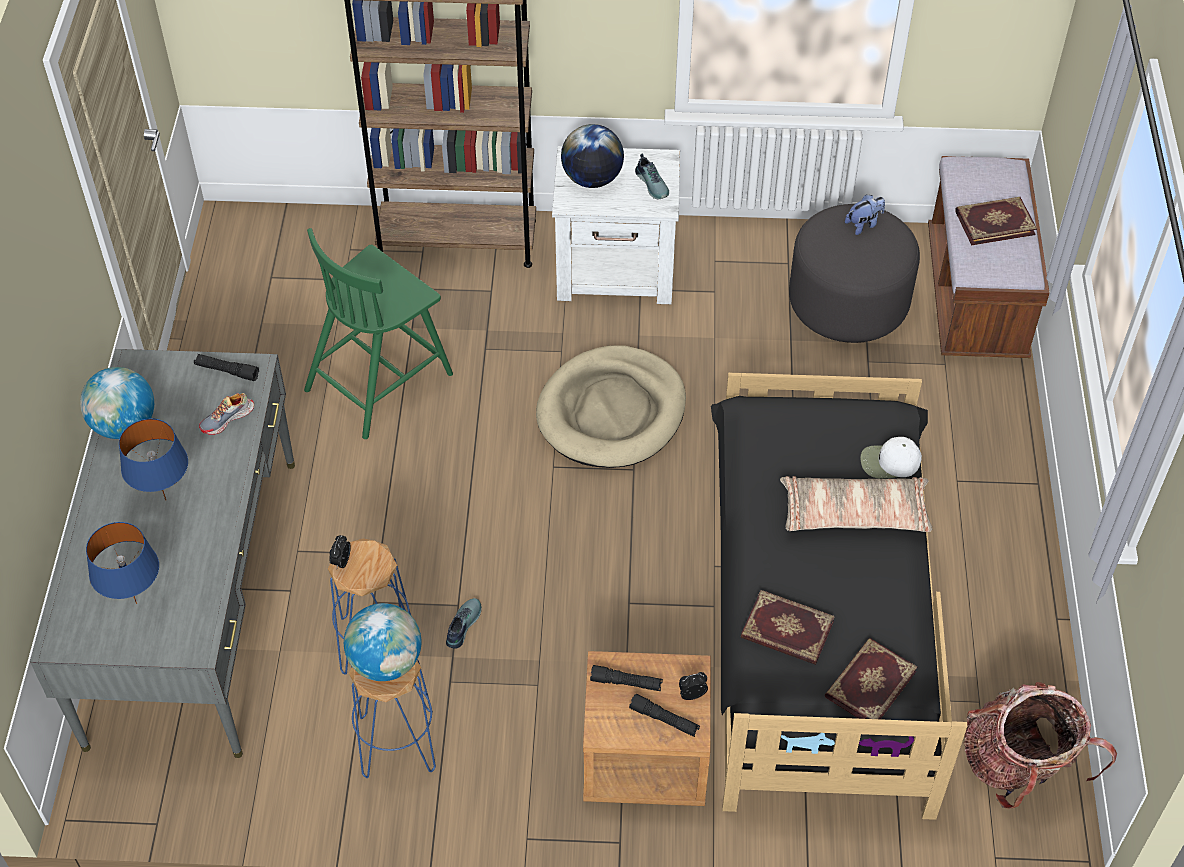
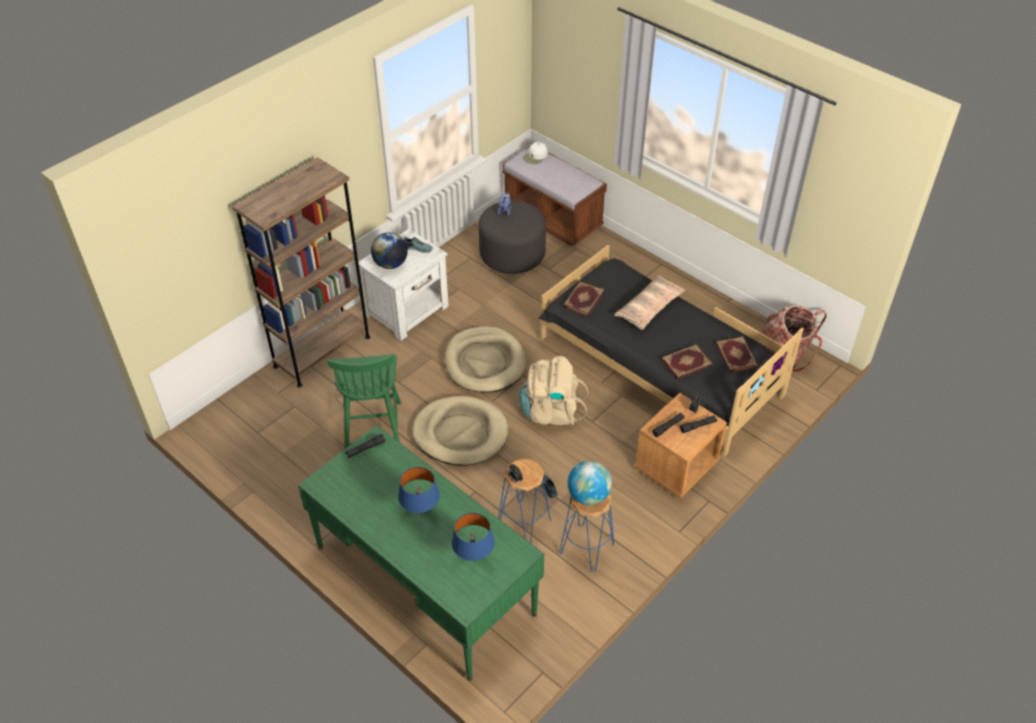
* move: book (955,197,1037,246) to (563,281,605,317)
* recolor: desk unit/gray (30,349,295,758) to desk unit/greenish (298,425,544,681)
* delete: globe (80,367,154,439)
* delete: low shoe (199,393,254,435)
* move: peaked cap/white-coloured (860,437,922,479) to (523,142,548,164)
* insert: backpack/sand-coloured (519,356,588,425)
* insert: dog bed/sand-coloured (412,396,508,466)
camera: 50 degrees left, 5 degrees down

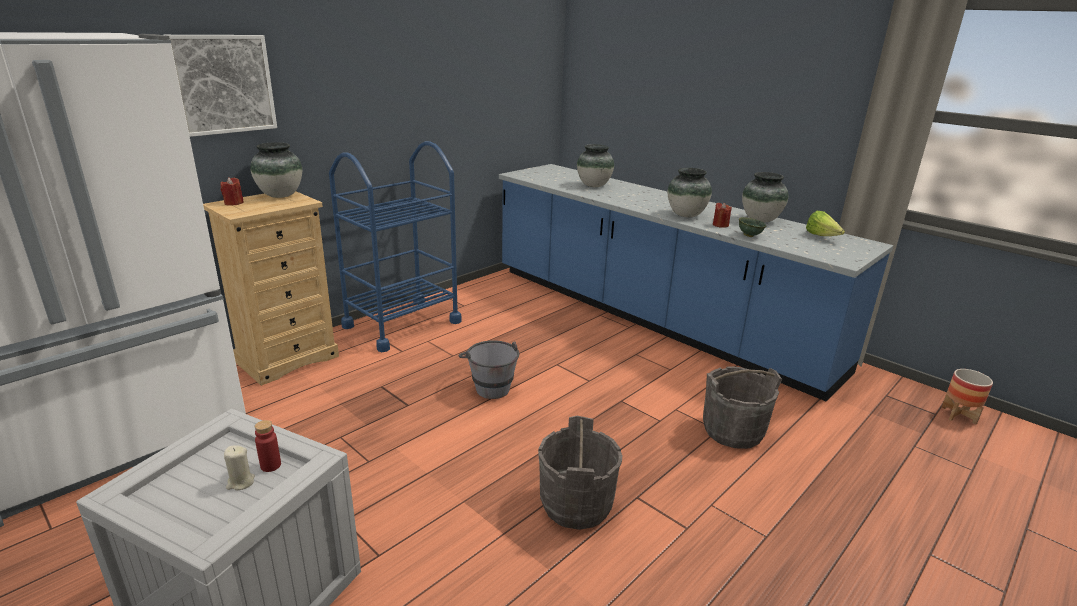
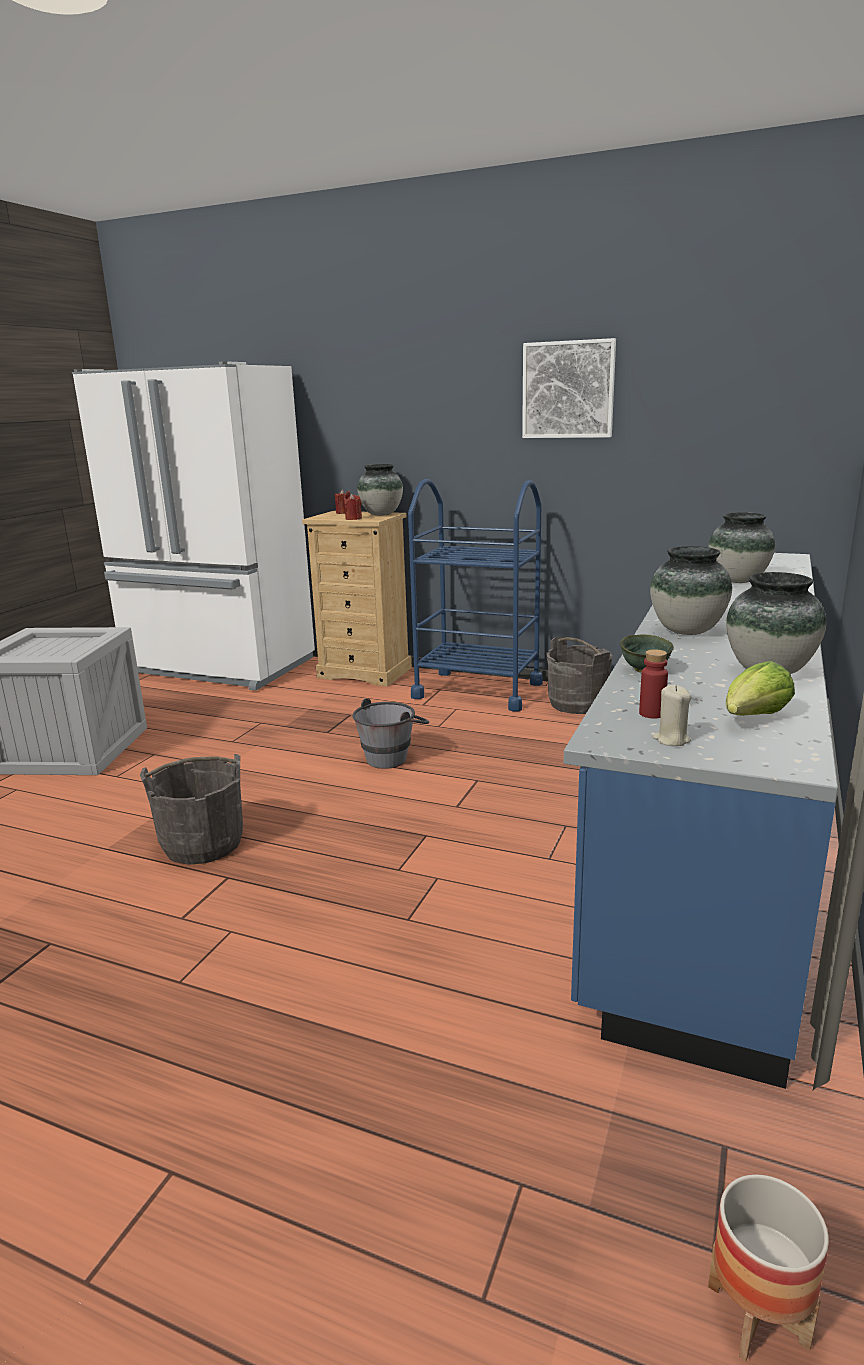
* move: wall art (165,35,277,137) to (522,338,616,438)
* move: wax light/red (713,203,732,228) to (344,494,362,520)
* move: bucket/gray (703,367,782,449) to (546,637,612,714)
* move: beverage bottle/red (255,420,281,472) to (639,649,668,719)
* move: wax light/sand-coloured (224,445,255,490) to (652,685,691,746)
camera: 70 degrees right, 5 degrees down

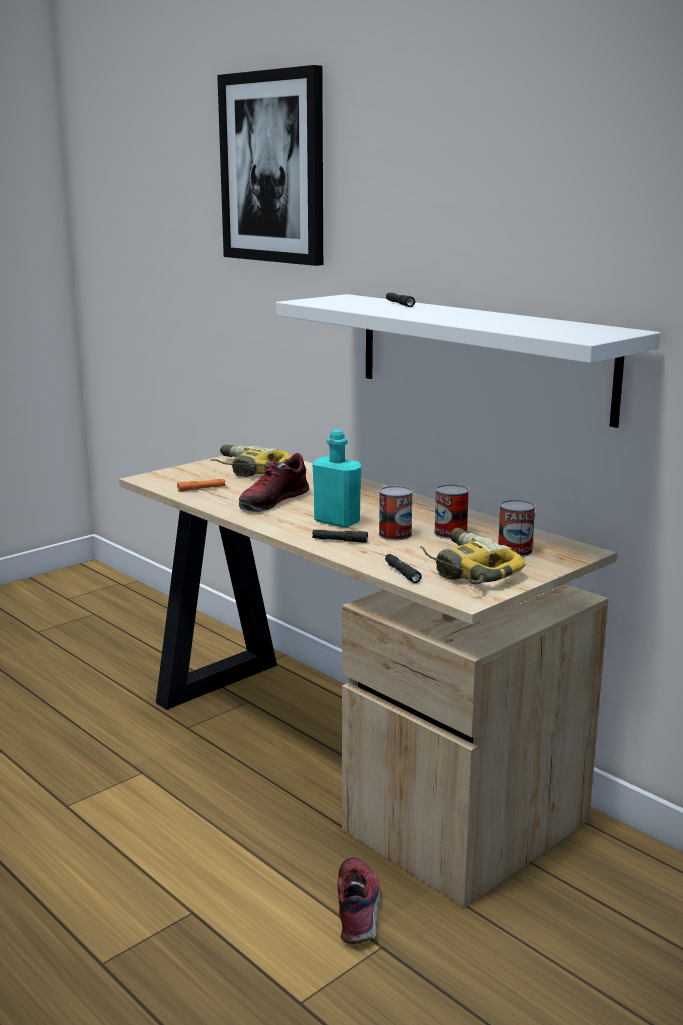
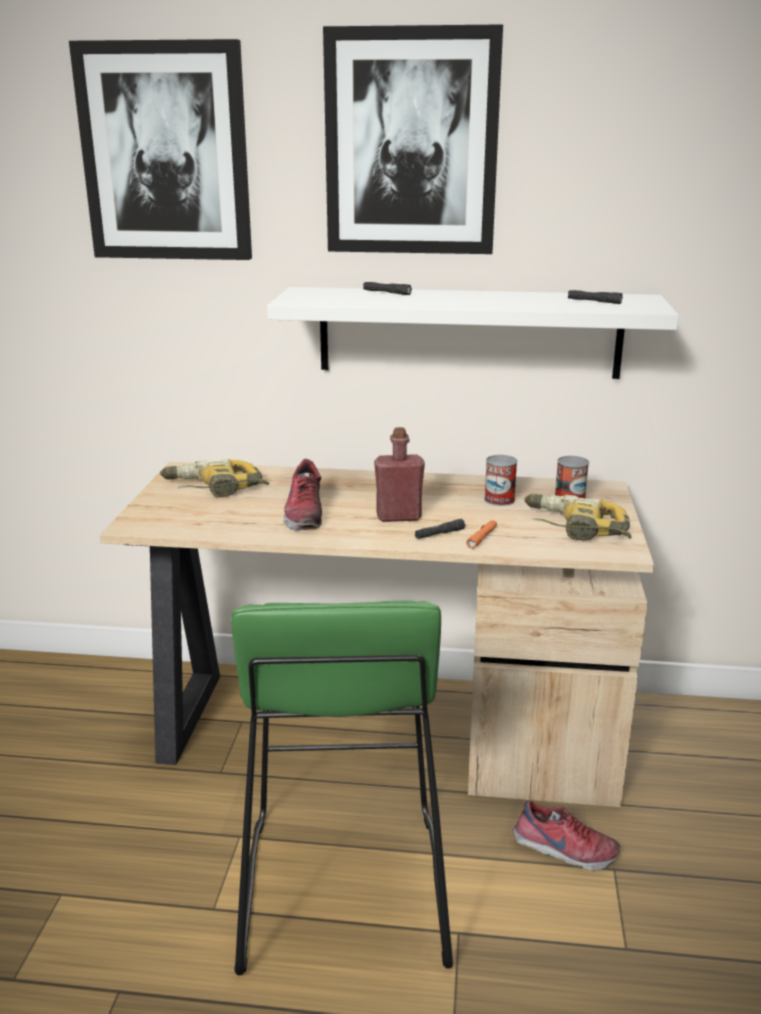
* recolor: beverage bottle/blue-green (313,429,362,528) to beverage bottle/red (374,427,425,522)
* move: hand torch/orange (177,479,225,492) to (466,520,497,549)
* delete: metal can (379,486,413,540)
* move: hand torch/black (385,554,422,583) to (568,290,623,304)
* rotate: low shoe (337,858,381,944) = (513,800,620,871) 150 degrees clockwise
* insert: wall art (323,24,503,254)
* insert: sitting stool/greenish (231,600,453,975)
camera: 40 degrees left, 5 degrees up

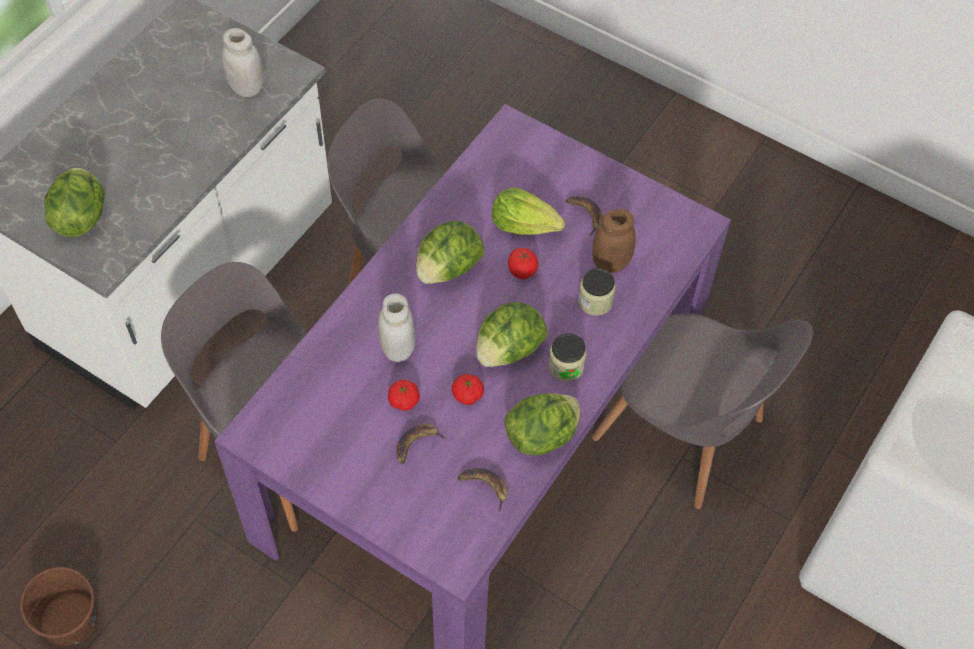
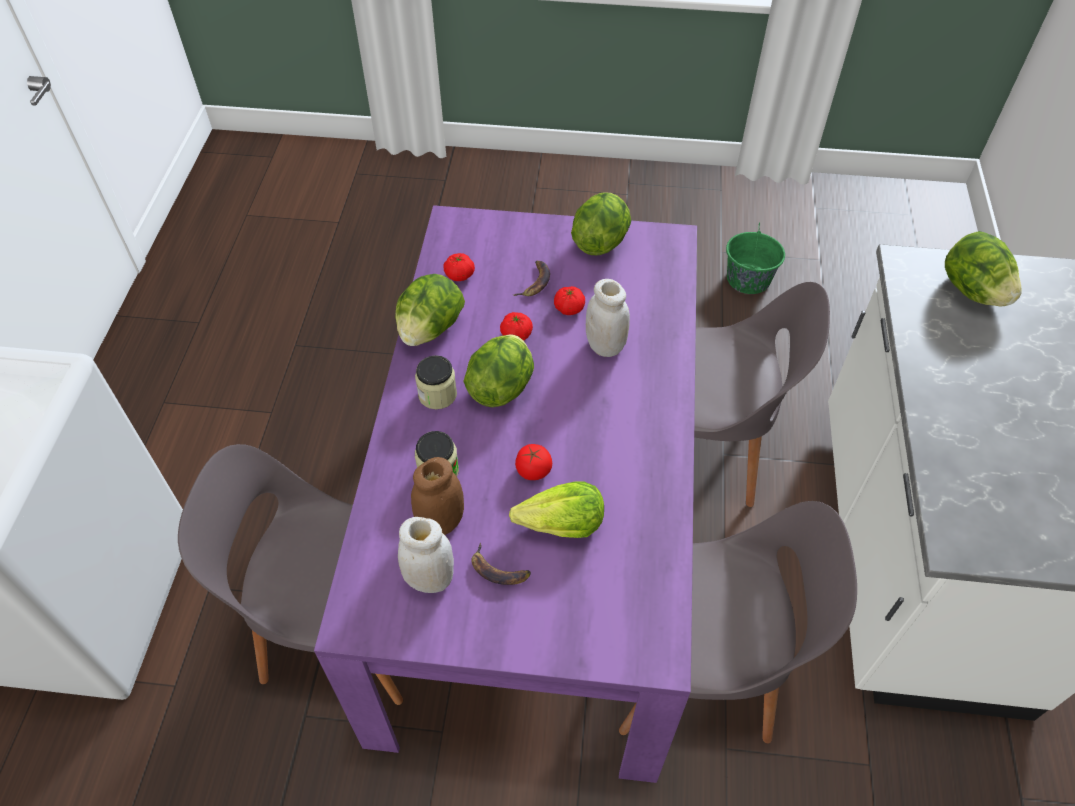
* move: storage jar/white-coloured (222,28,264,97) to (398,517,454,593)
* move: lettuce (416,221,484,284) to (571,193,631,255)
* replace: banana fruit (458,468,508,512) to tomato (443,253,475,281)
* recolor: bucket/brown (20,567,98,646) to bucket/greenish (726,222,785,294)
camera: 155 degrees right, 5 degrees down

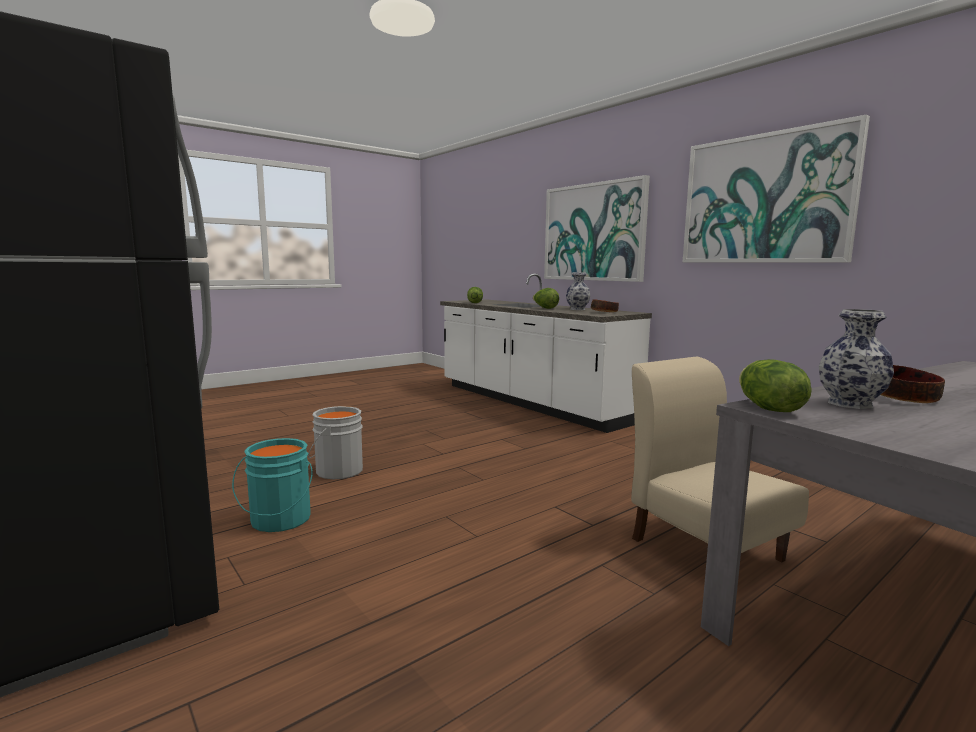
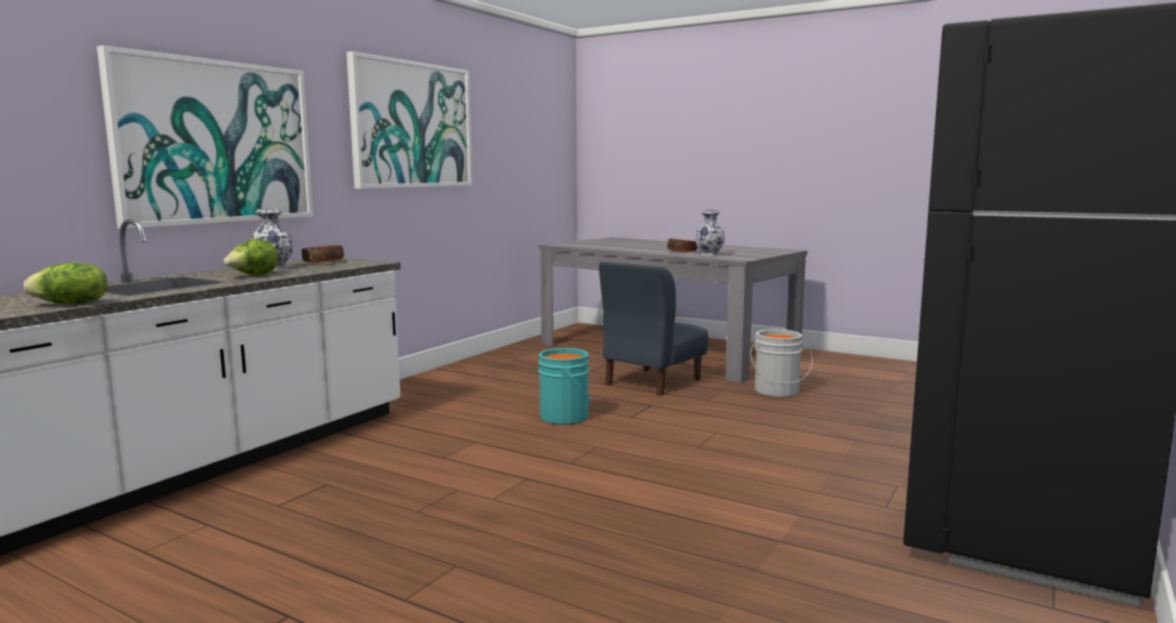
* recolor: plain chair/sand-coloured (631,356,809,562) to plain chair/bluish (599,261,708,396)
* delete: lettuce (739,359,812,412)
* move: bucket/gray (308,406,363,479) to (750,329,813,397)
* move: bucket/blue-green (232,438,313,532) to (538,348,592,425)
camera: 110 degrees left, 0 degrees up

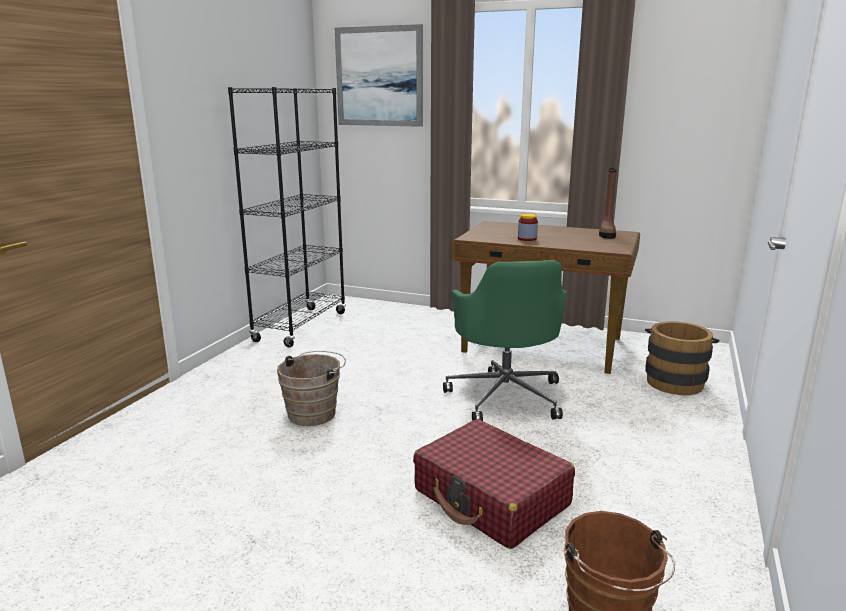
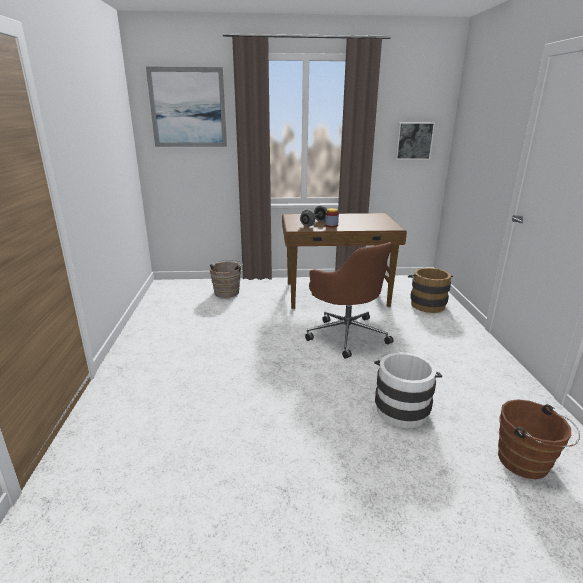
* delete: bookshelf/black (228,87,346,348)
* delete: boot/brown (599,168,617,239)
* recolor: computer chair/greenish (443,260,567,421) to computer chair/brown (305,242,393,359)
* move: bucket/brown (277,351,346,426) to (210,260,243,298)
* replace: suitcase/red (413,419,575,549) to bucket/white-coloured (374,352,442,428)
* insert: wall art (395,122,435,160)
* insert: dumbbell/gray (300,206,327,227)
camera: 25 degrees left, 5 degrees up

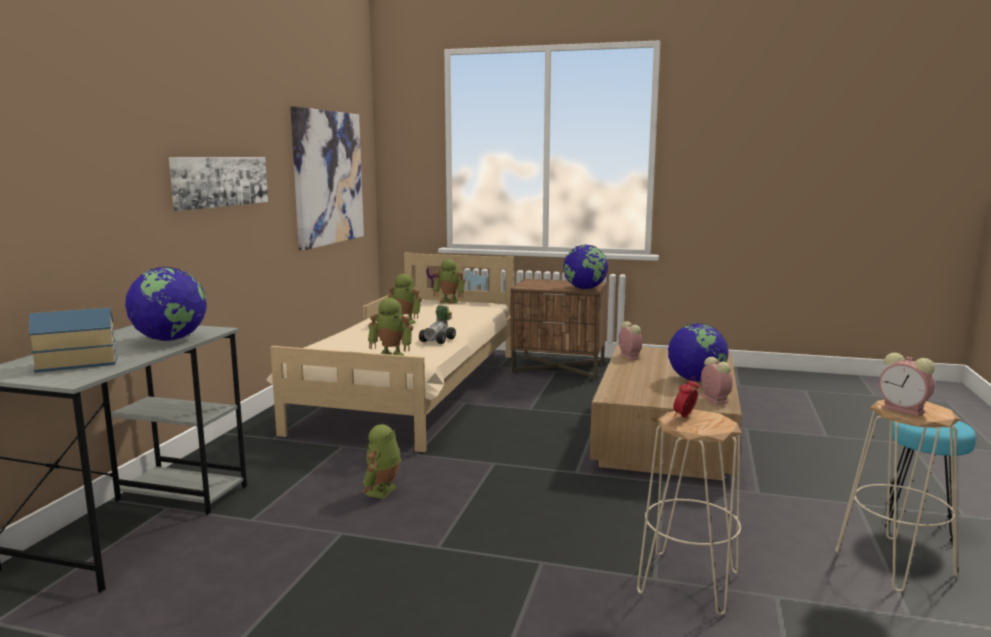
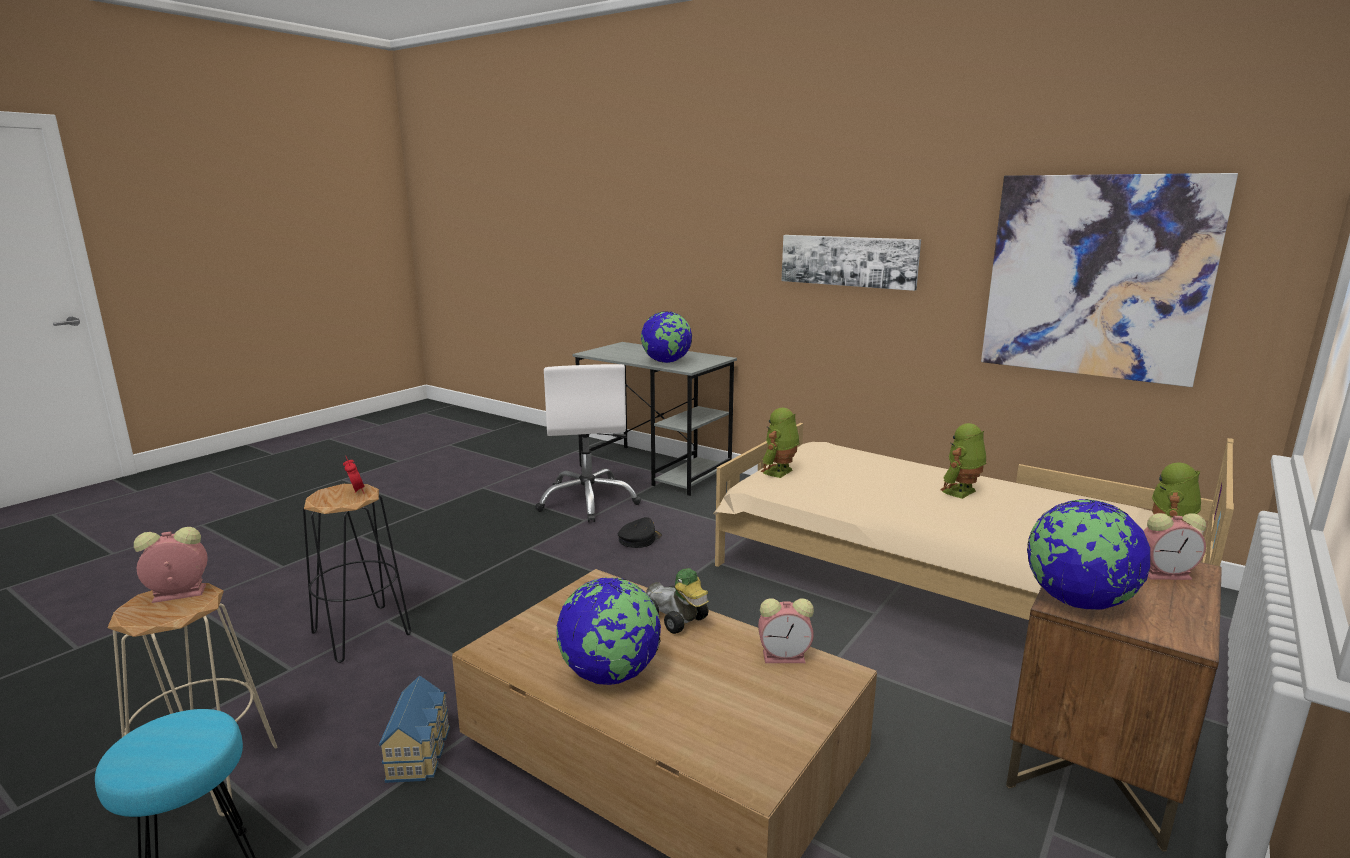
* move: model car (419,305,456,344) to (646,568,709,634)
* move: toy house (29,308,117,373) to (379,675,450,783)
* move: bedside clock (701,357,733,405) to (1144,513,1207,580)
* recolor: sitting stool/sand-coloured (637,409,742,615) to sitting stool/black (303,484,411,663)
* replace: toy robot (363,424,401,499) to peaked cap/black (618,517,662,548)
* insert: computer chair/white-coloured (535,364,641,522)
camera: 110 degrees right, 5 degrees up

